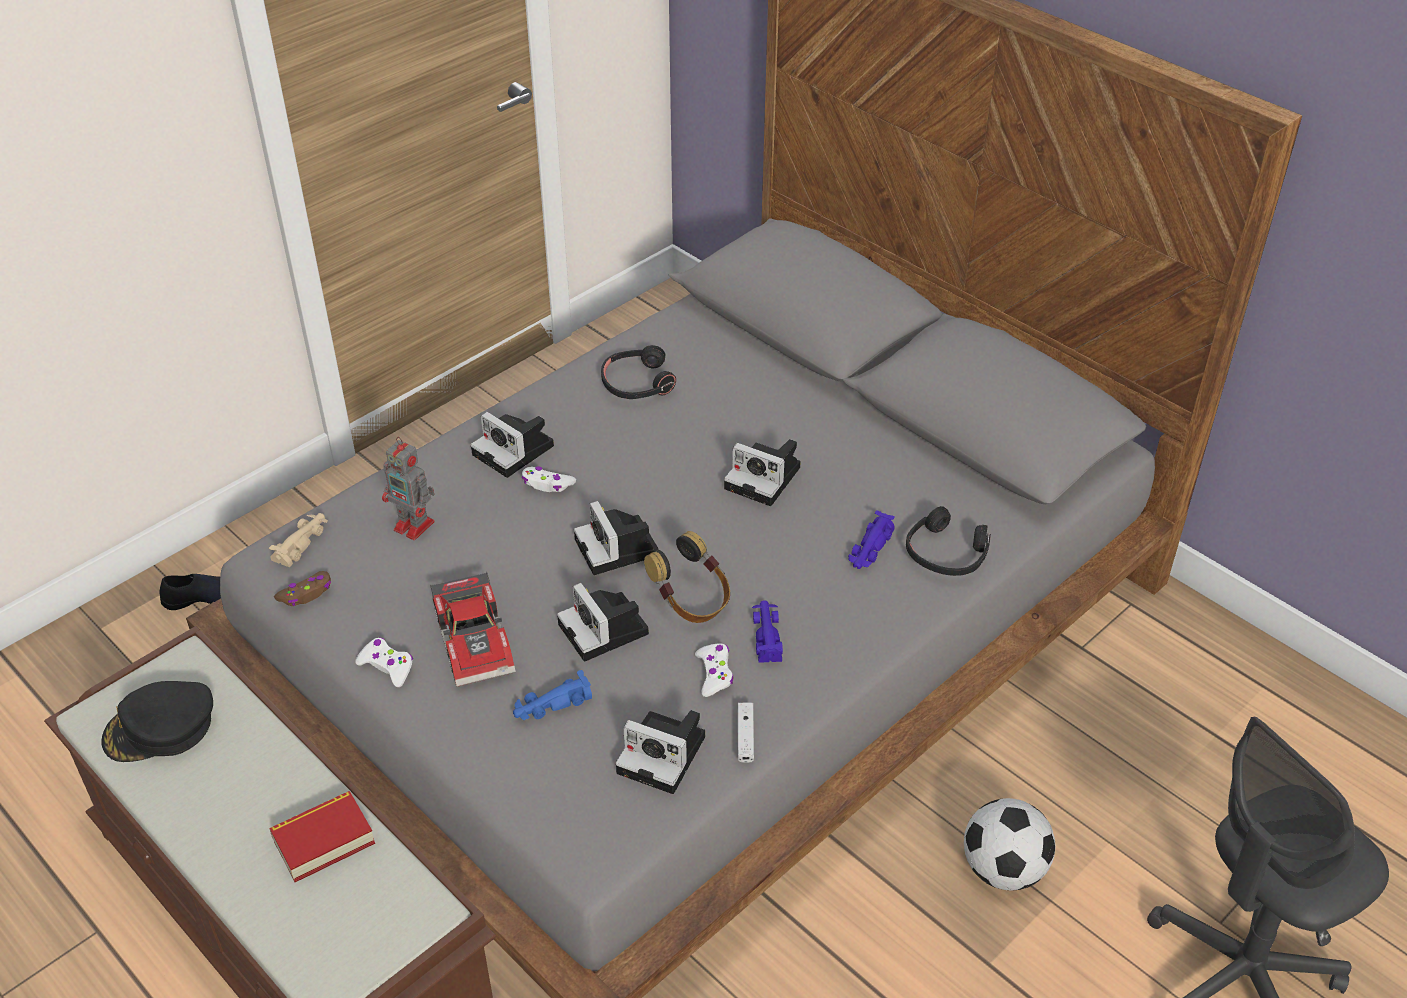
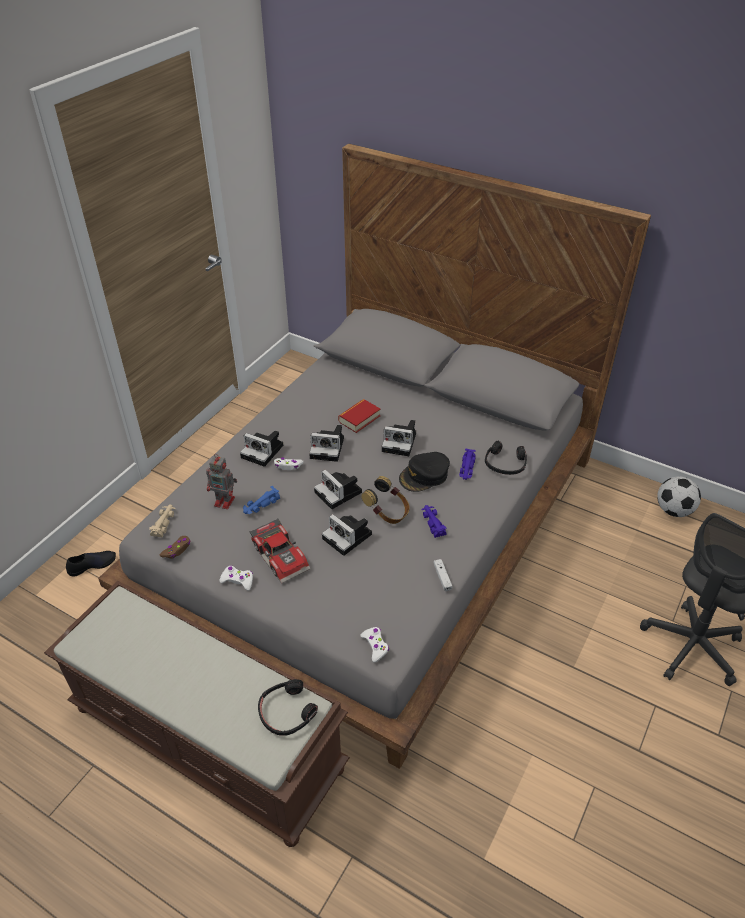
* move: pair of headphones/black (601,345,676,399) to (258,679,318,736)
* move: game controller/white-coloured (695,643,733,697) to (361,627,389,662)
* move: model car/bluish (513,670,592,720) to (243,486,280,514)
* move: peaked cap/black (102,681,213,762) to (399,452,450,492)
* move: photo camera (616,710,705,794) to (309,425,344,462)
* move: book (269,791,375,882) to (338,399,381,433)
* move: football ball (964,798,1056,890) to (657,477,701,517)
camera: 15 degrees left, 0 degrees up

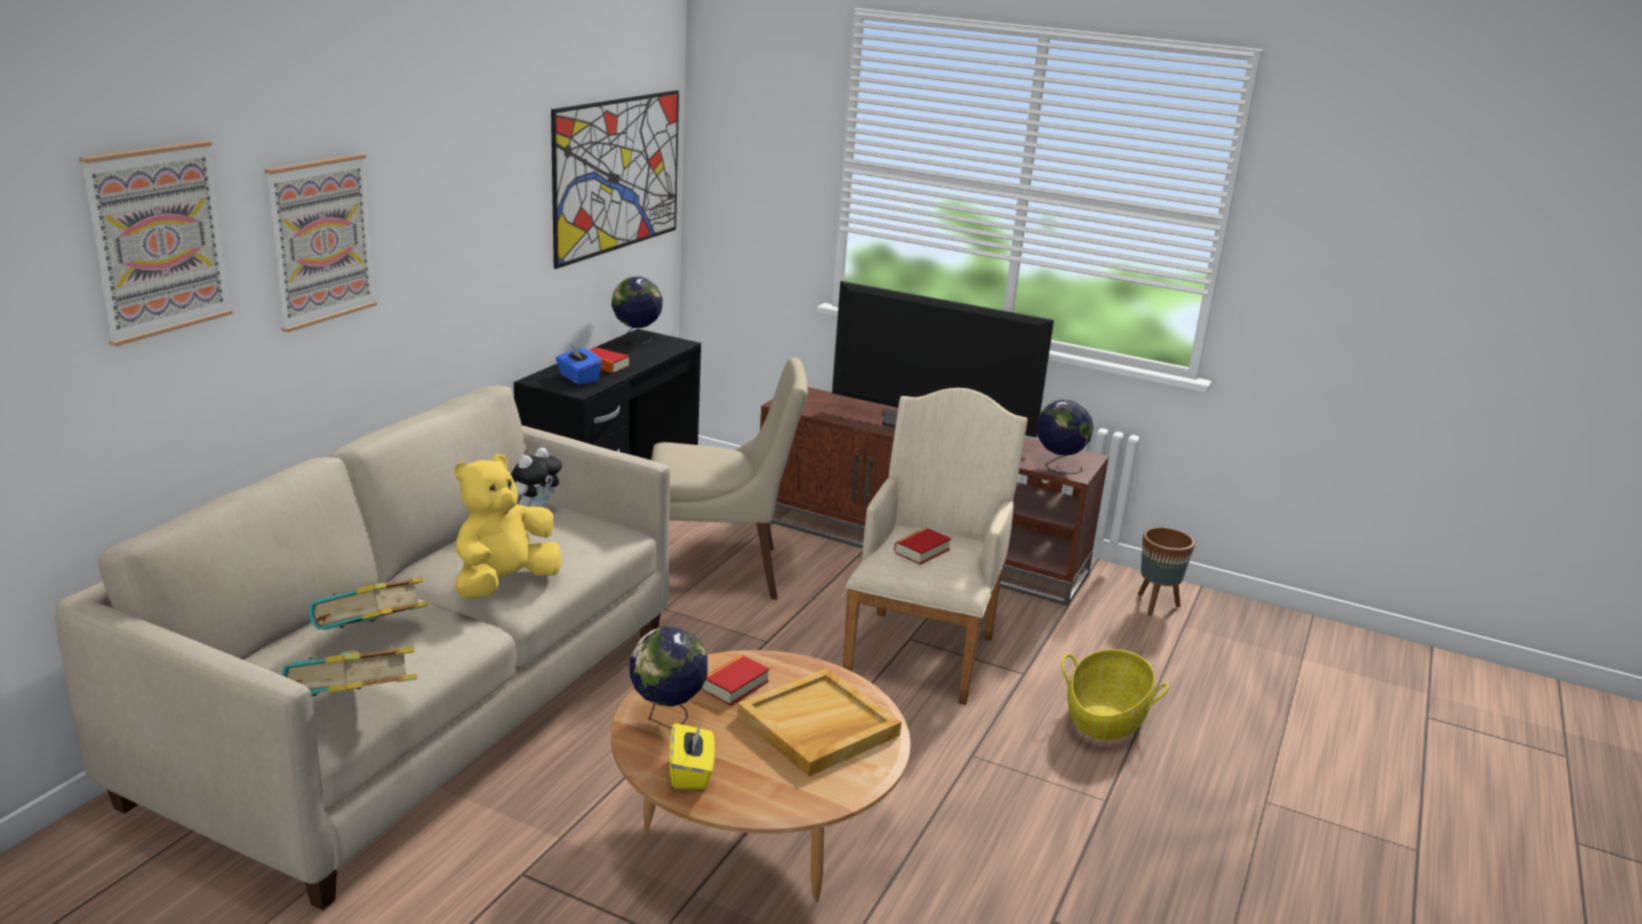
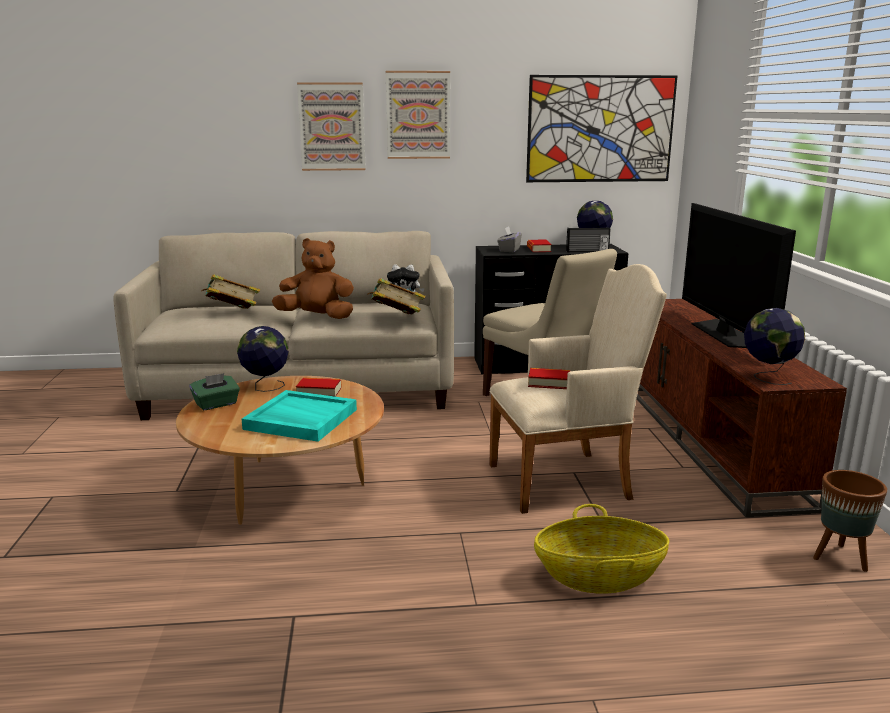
* move: wall art (79,141,233,346) to (386,71,450,159)
* recolor: tissue box/bluish (556,343,602,385) to tissue box/gray (497,226,522,252)
* recolor: soft toy/yellow-coloured (455,454,562,599) to soft toy/brown (272,238,354,319)
* move: book (282,646,417,696) to (368,278,425,315)
* recolor: serving tray/sand-coloured (737,668,901,776) to serving tray/blue-green (242,390,357,442)
* recolor: tissue box/yellow-coloured (669,723,715,789) to tissue box/greenish (190,373,240,411)
* insert: radio set (566,227,610,252)
camera: 60 degrees right, 5 degrees down

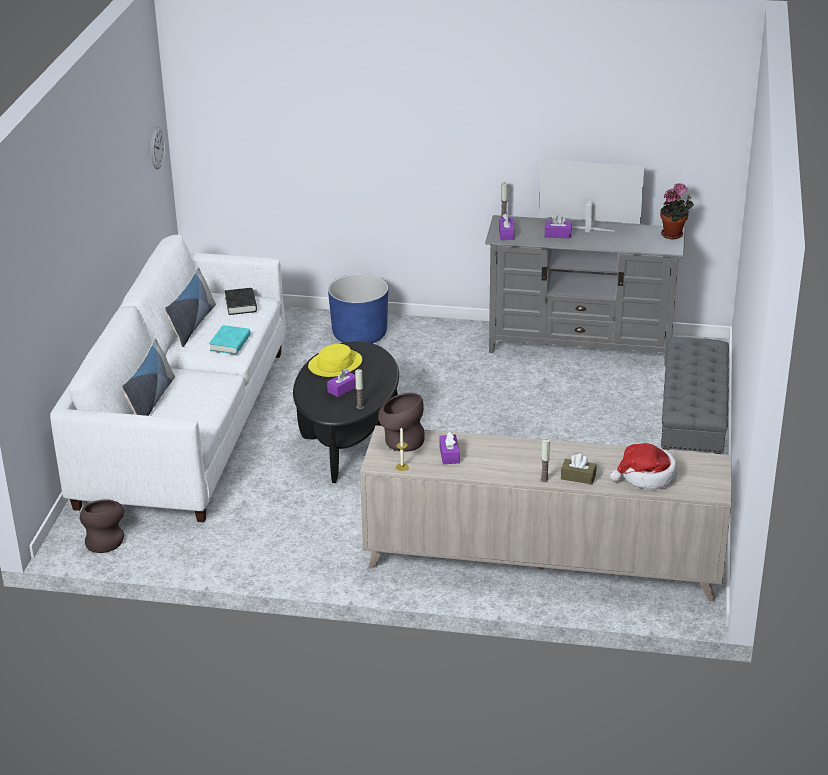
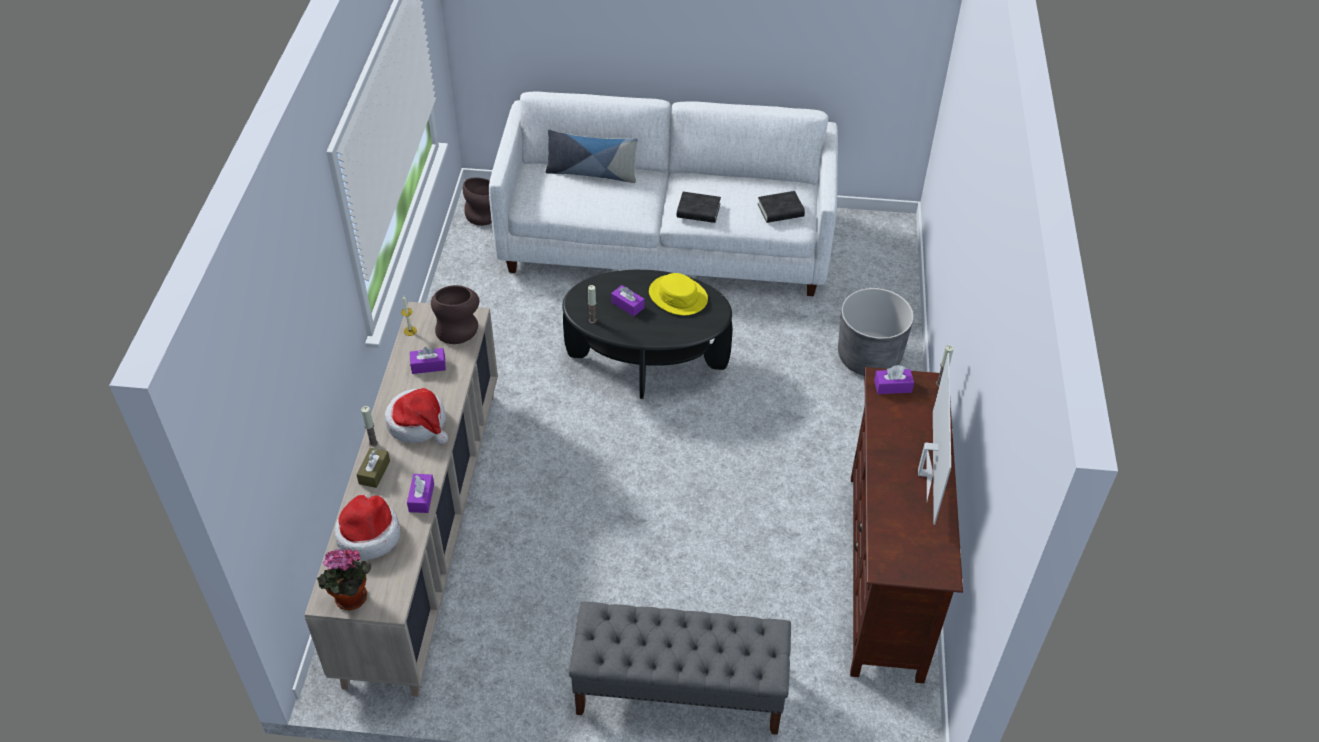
* delete: clock on the wall (151,127,165,169)
* move: houseplant (660,183,694,239) to (316,548,371,610)
* recolor: tv unit/gray (485,215,686,366) to tv unit/brown (850,367,963,683)
* move: tissue box/purple (545,215,572,238) to (407,474,434,513)
* delete: cushion (165,268,216,347)
* recolor: planter/bluish (328,274,388,343) to planter/gray (838,288,914,376)
* recolor: book/blue-green (209,325,250,355) to book/black (677,192,721,223)
* insert: clothing hat (385,388,448,445)
camera: 85 degrees right, 15 degrees up

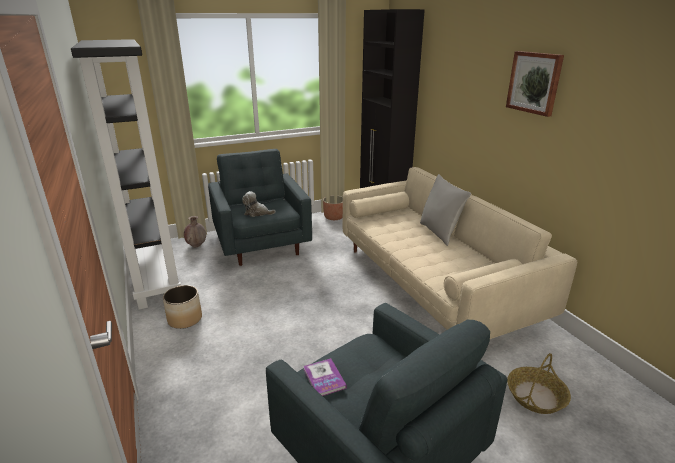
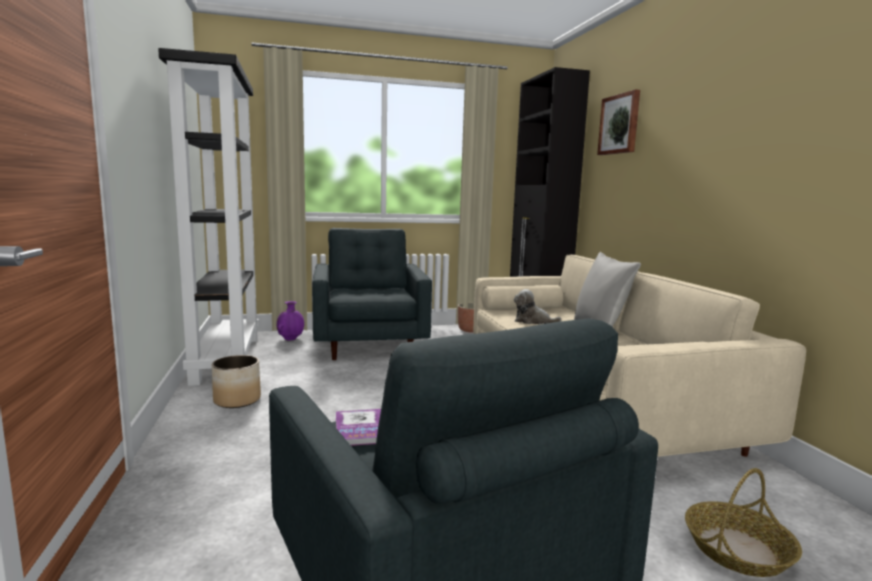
* move: wall art (506,51,564,117) to (597,89,640,155)
* move: soft toy (242,191,276,217) to (514,289,561,324)
* recolor: vase/brown (184,216,206,247) to vase/purple (277,301,304,340)
camera: 10 degrees right, 15 degrees down

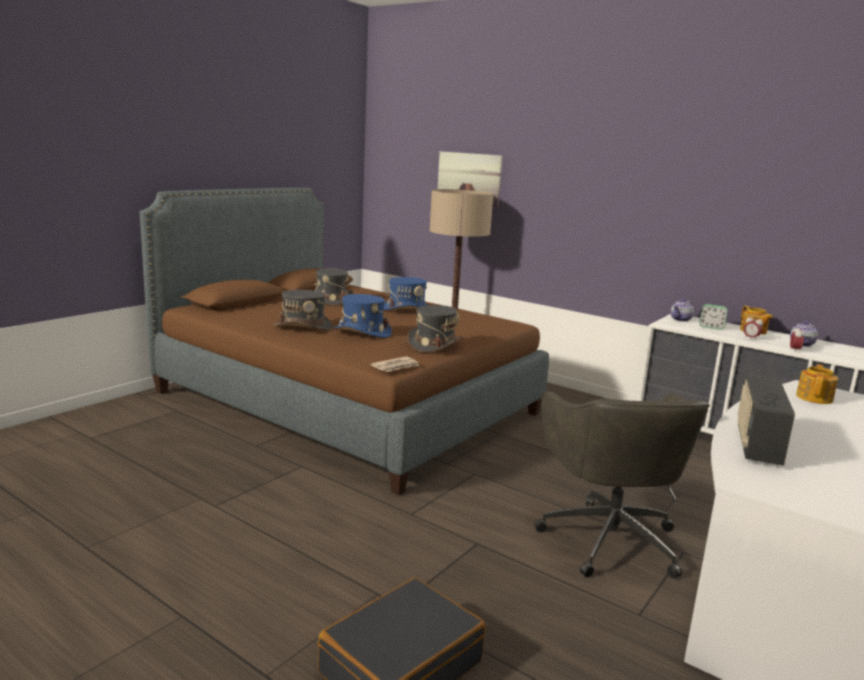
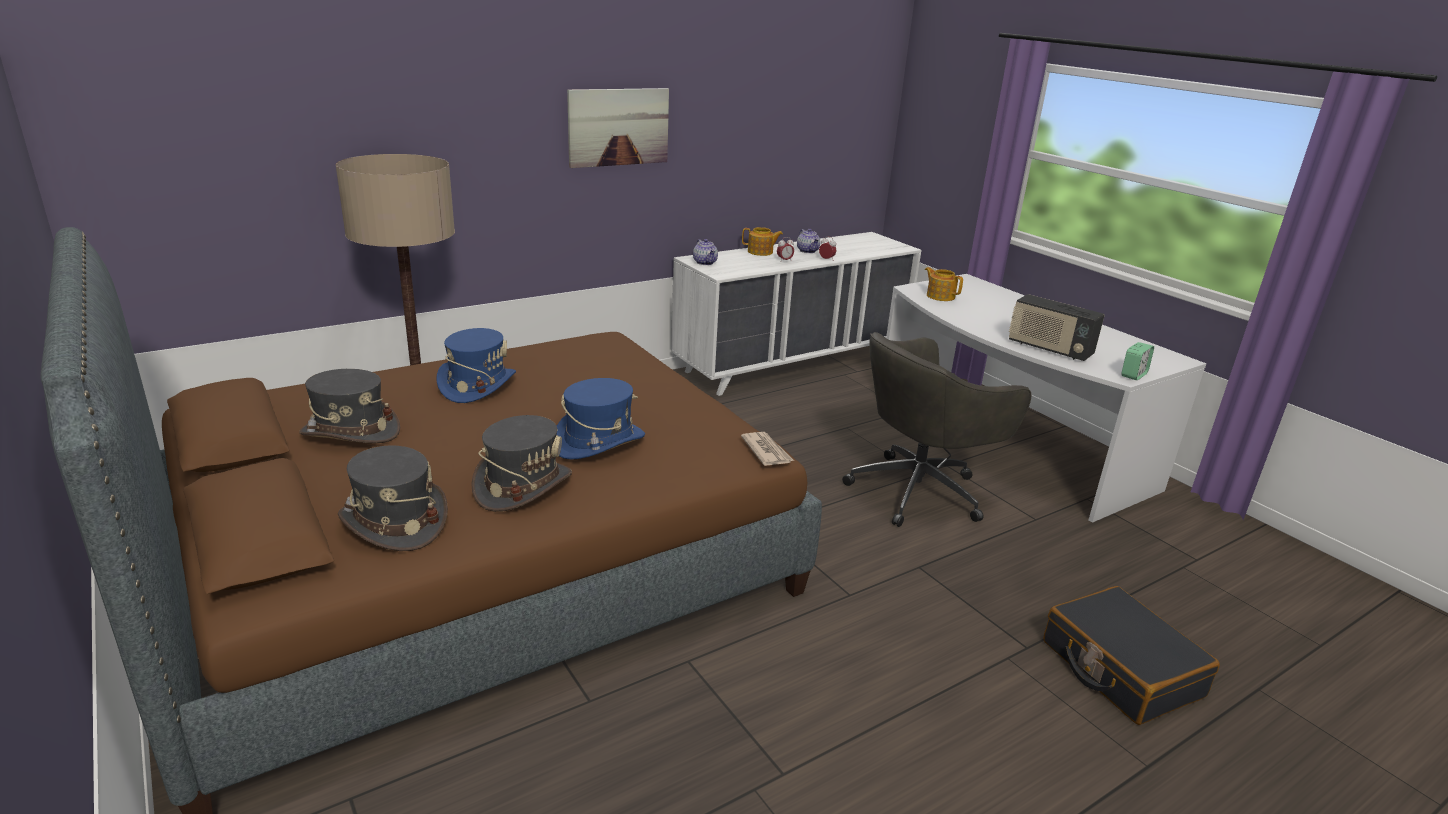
* move: wall art (438,151,503,207) to (567,88,669,168)
* move: bedside clock (699,304,728,330) to (1121,342,1154,380)
* move: clothing hat/gray (407,305,463,353) to (338,445,448,551)
* rotate: computer chair/gray (534,391,710,578) = (842,332,1031,527) 135 degrees clockwise
camera: 70 degrees left, 10 degrees up

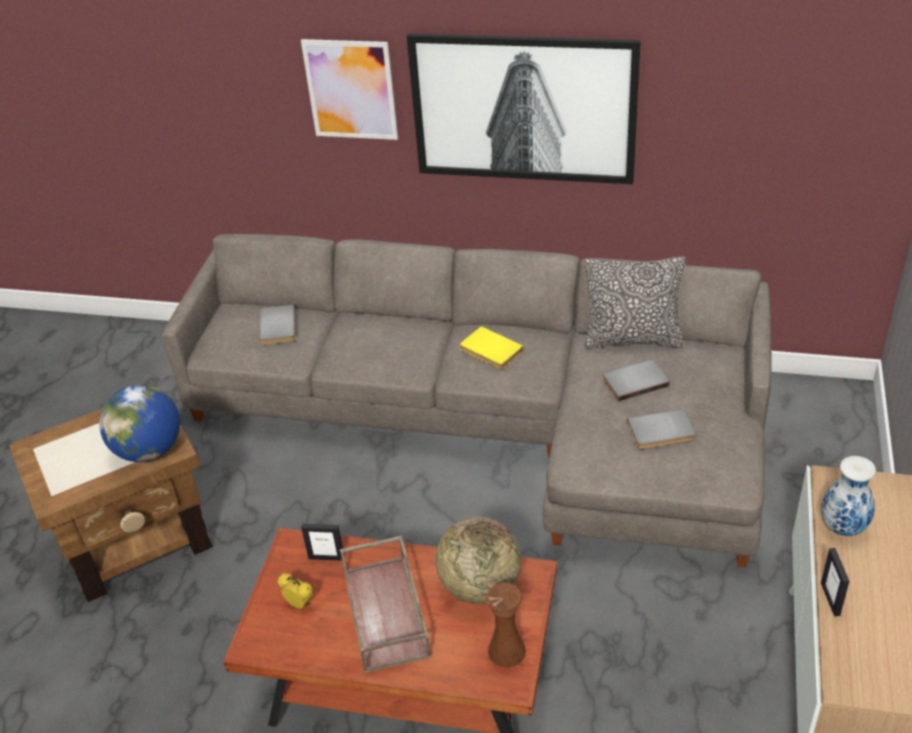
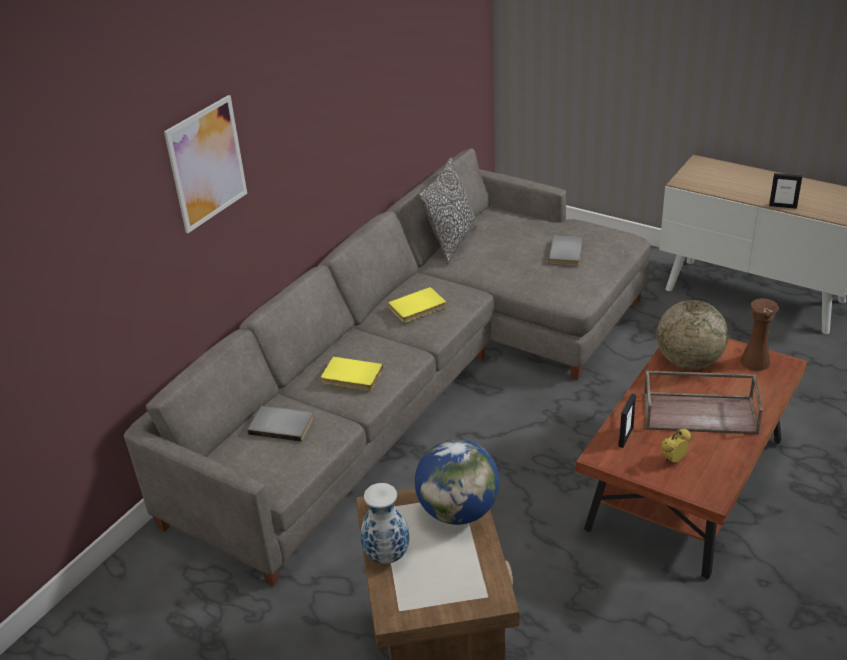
* delete: wall art (407,33,641,184)
* delete: book/gray (603,359,670,401)
* move: vase (821,456,876,536) to (360,483,410,564)
* insert: book/yellow-coloured (321,357,383,390)
camera: 70 degrees left, 5 degrees down

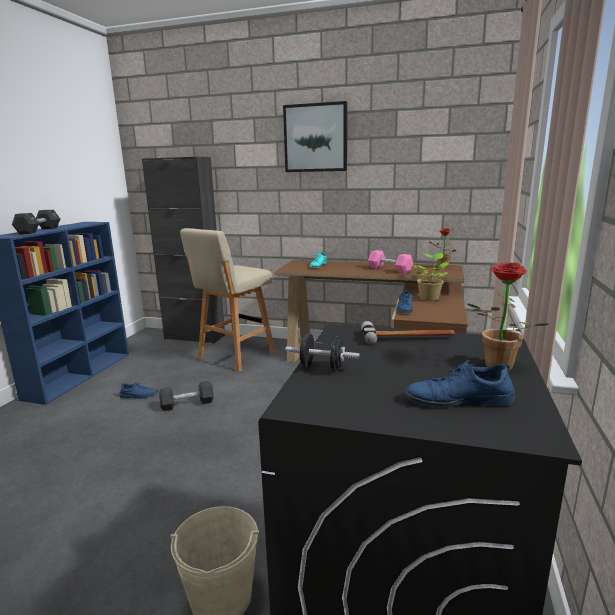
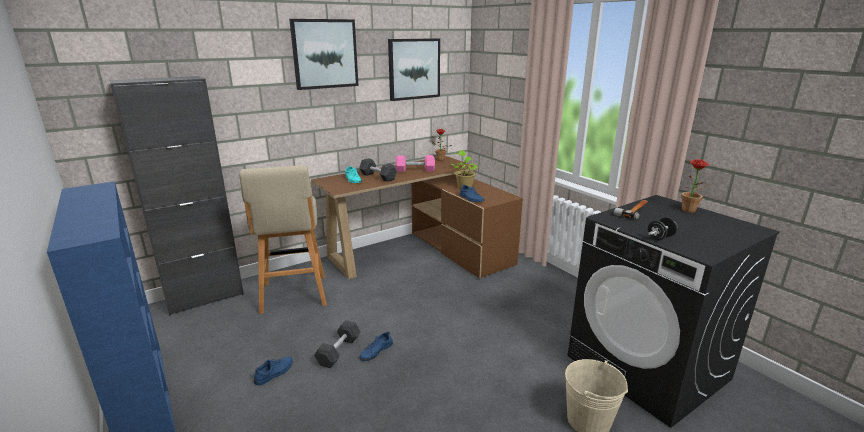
* move: dumbbell/black (12,210,60,234) to (359,158,397,182)
* move: low shoe/bluish (405,360,515,408) to (360,332,393,361)
* insert: wall art (388,38,440,101)
camera: 50 degrees left, 5 degrees up

